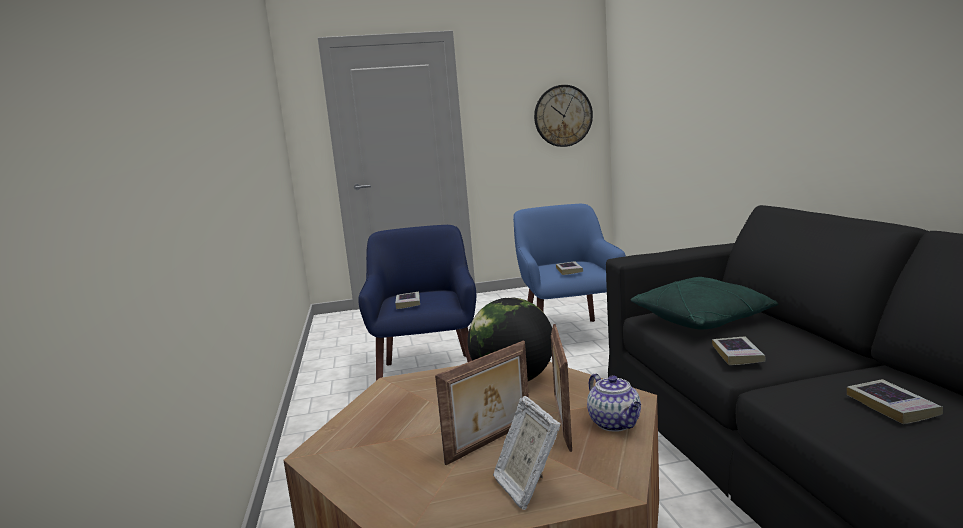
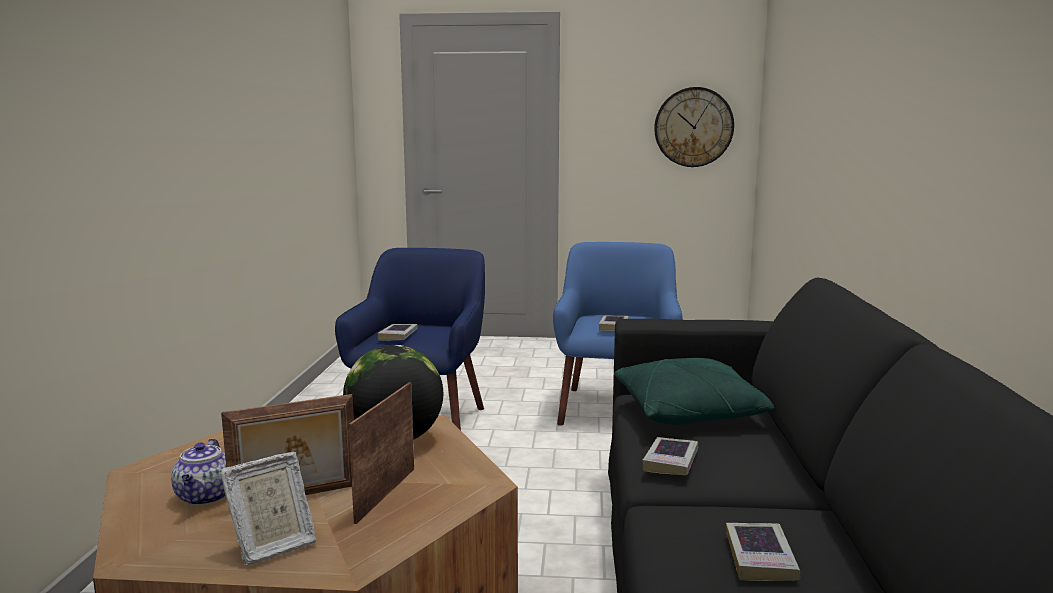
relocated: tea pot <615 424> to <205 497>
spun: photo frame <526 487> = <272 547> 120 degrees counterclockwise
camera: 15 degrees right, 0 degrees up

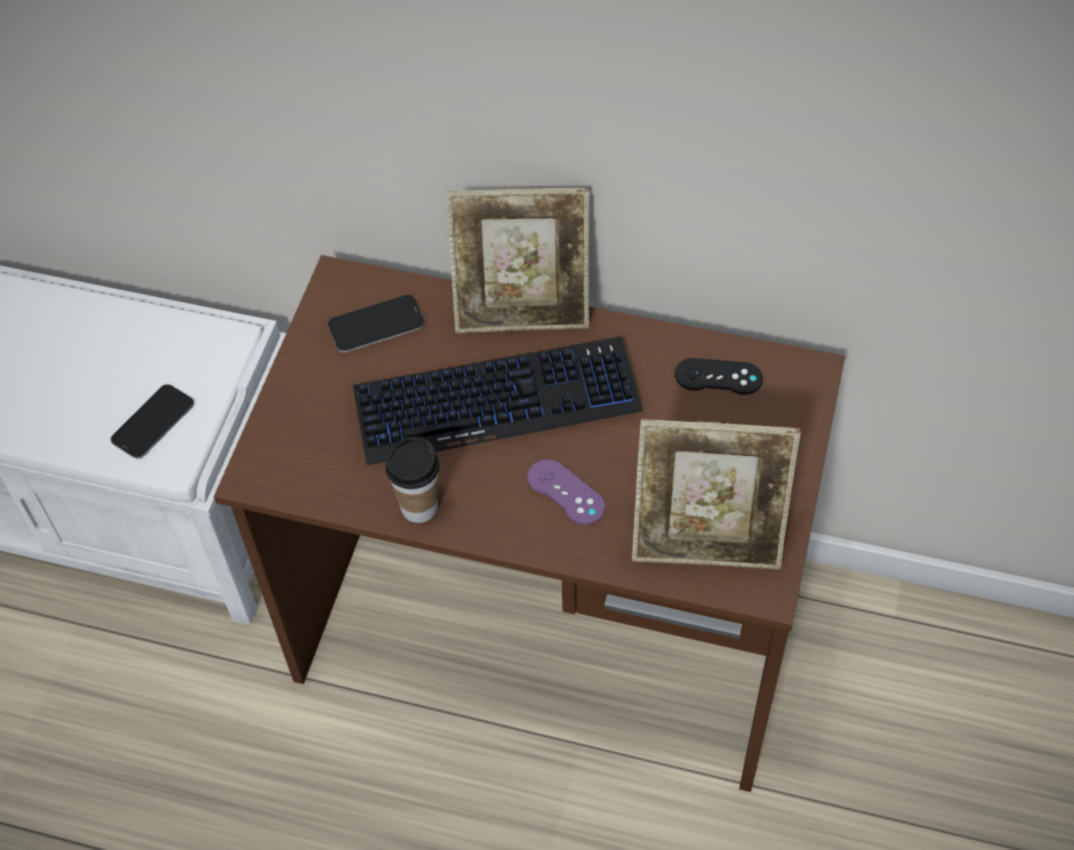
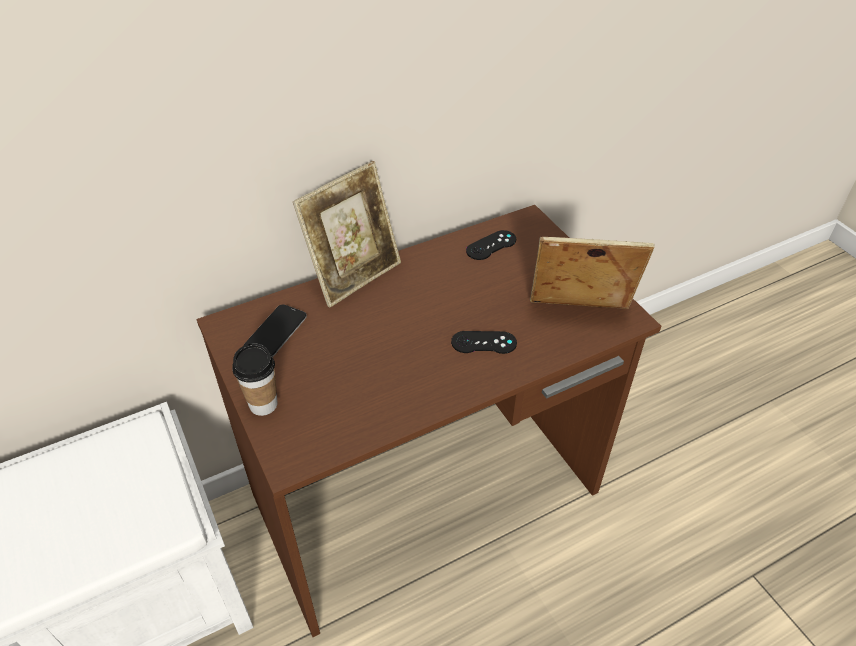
missing: phone <153 422>; PC keyboard <497 401>
relocated: small cup <419 507> to <263 404>
colour: game controller (purplish) <566 492> to game controller (black) <483 342>
spun: photo frame <707 540> = <578 316> 135 degrees counterclockwise
camera: 45 degrees left, 10 degrees down

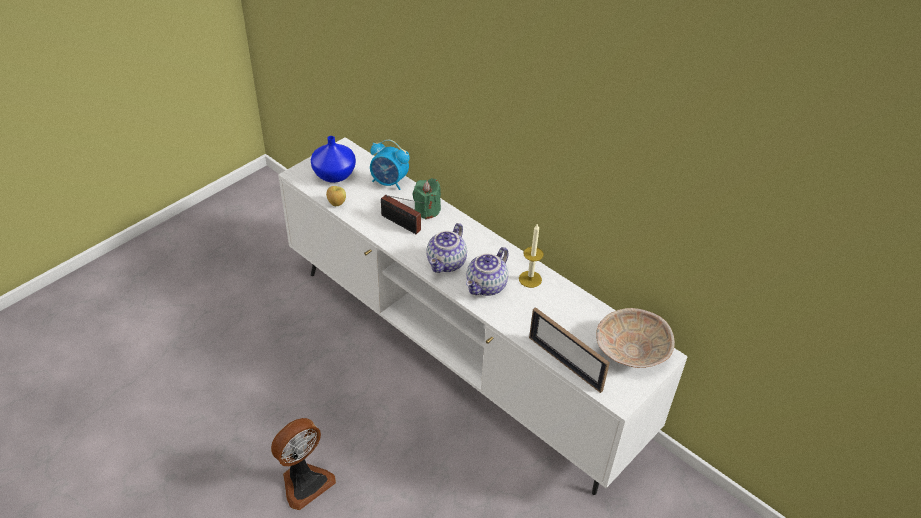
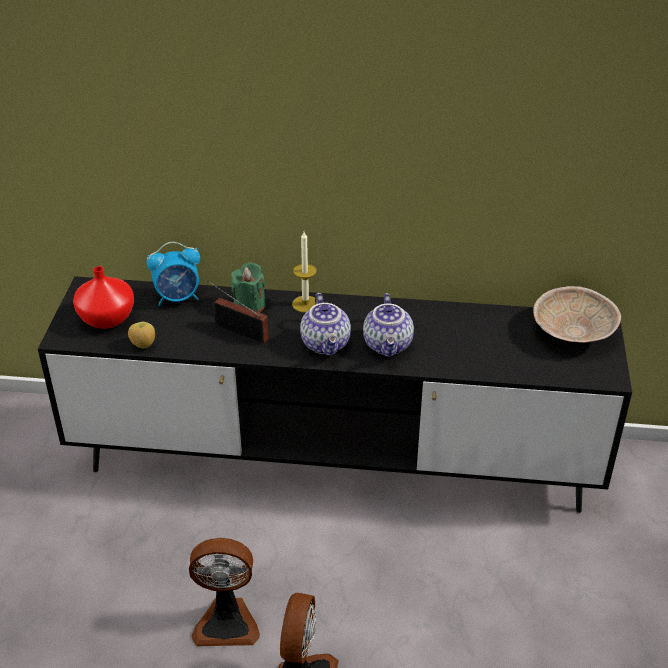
missing: photo frame <565 363>
appeared: cooling fan <227 622>
relocated: wax light <530 279> to <305 304>
colour: tv unit (white) <457 354> to tv unit (black) <334 462>; flower vase (bluish) <335 175> to flower vase (reddish) <108 318>
spun: radio receiver <402 224> = <239 330> 150 degrees counterclockwise
camera: 35 degrees left, 5 degrees down

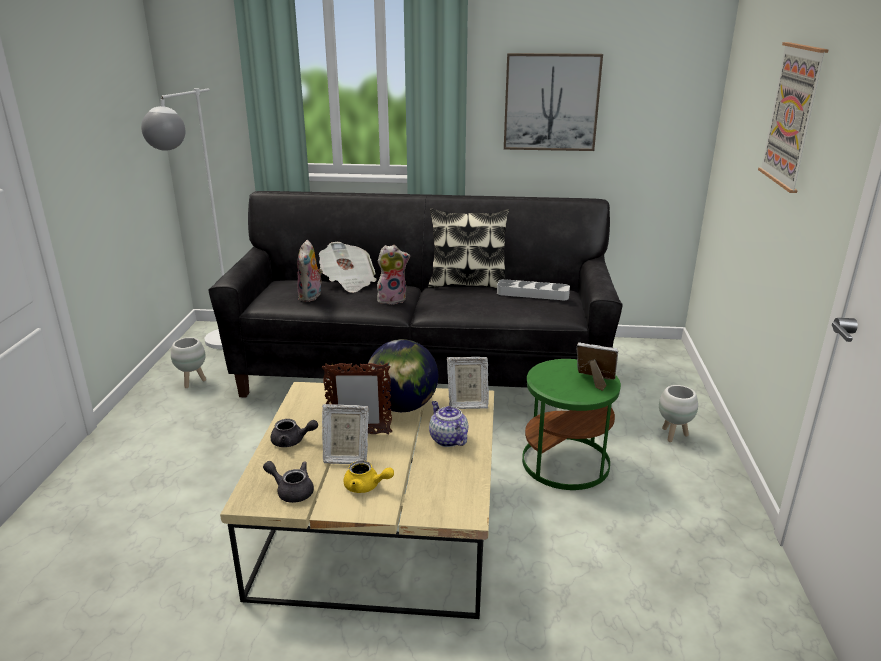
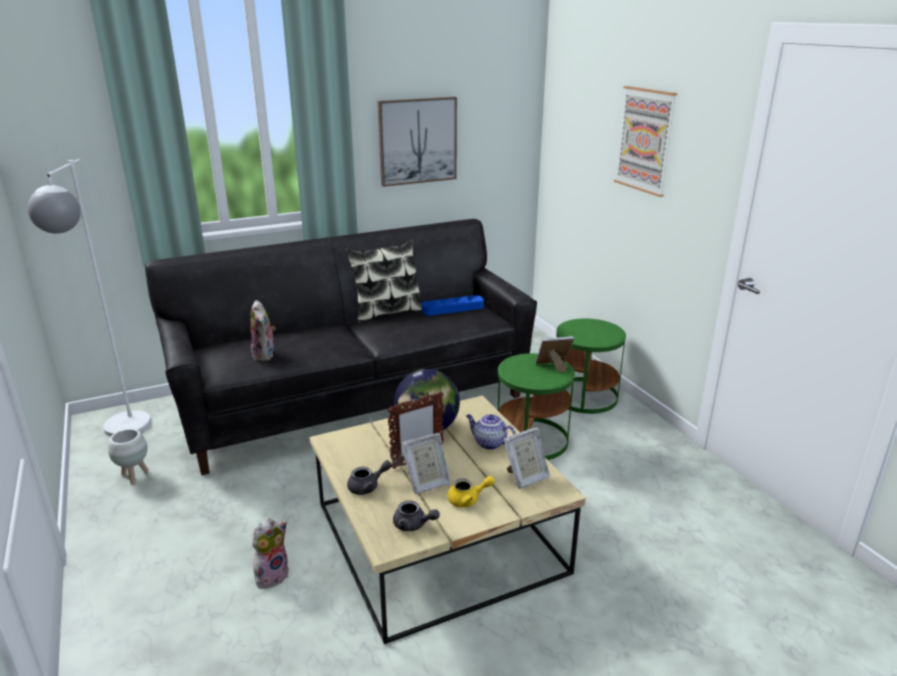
missing: daily paper <348 281>
relocated: plush toy <392 299> to <272 575>; photo frame <467 403> to <525 477>
exchanged: flower pot (white) <672 435> to side table (green-coloured) <584 396>
colour: tray (gray) <532 294> to tray (bluish) <452 309>
spun: tea pot (gray) <291 491> = <413 525> 150 degrees counterclockwise
camera: 30 degrees left, 0 degrees up

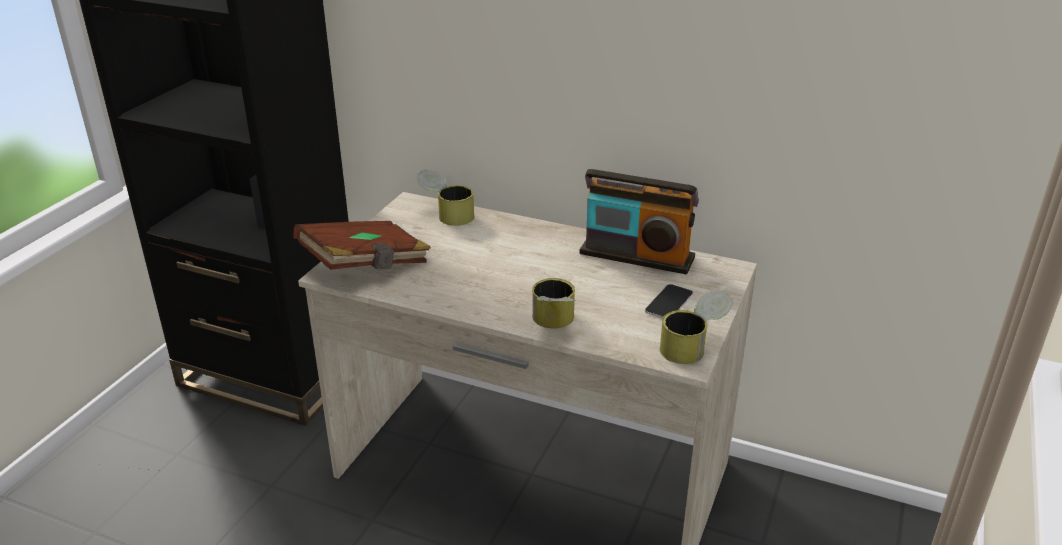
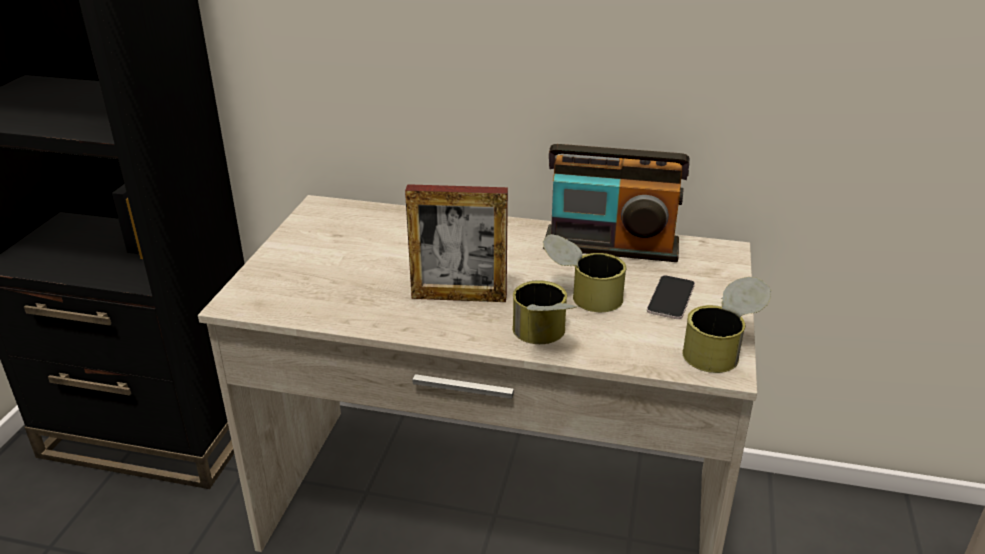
missing: bound book (brown) <366 265>
appeared: photo frame <459 296>
relocated: metal can <447 214> to <582 296>
camera: 10 degrees left, 0 degrees up

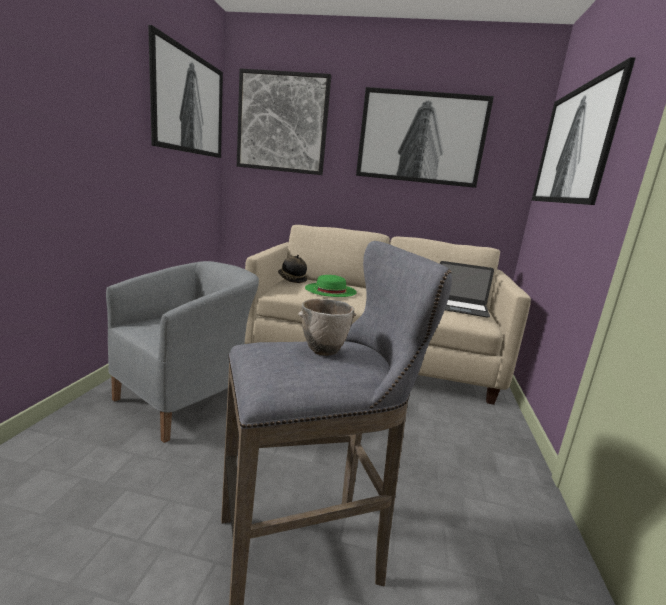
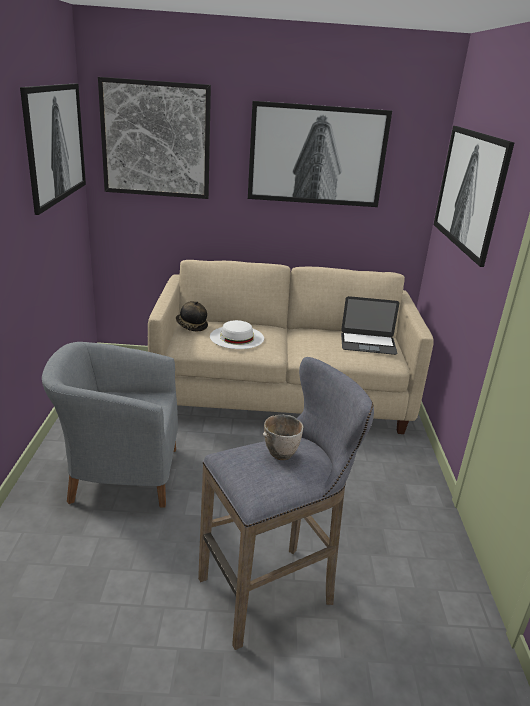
colour: hat (green-coloured) <330 290> to hat (white) <237 337>
spun: armchair (gray) <188 399> = <119 474> 120 degrees counterclockwise
camera: 10 degrees left, 10 degrees up

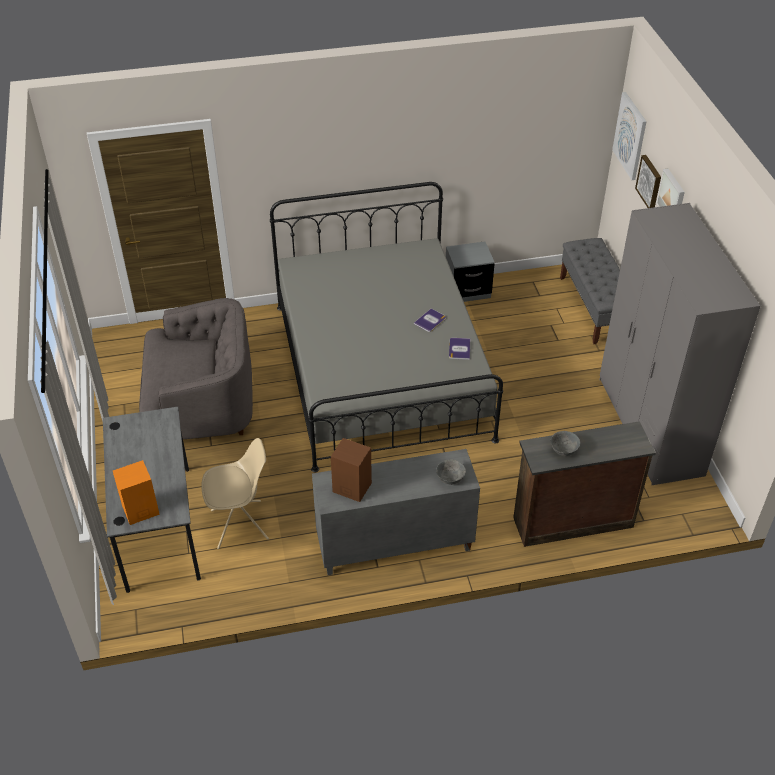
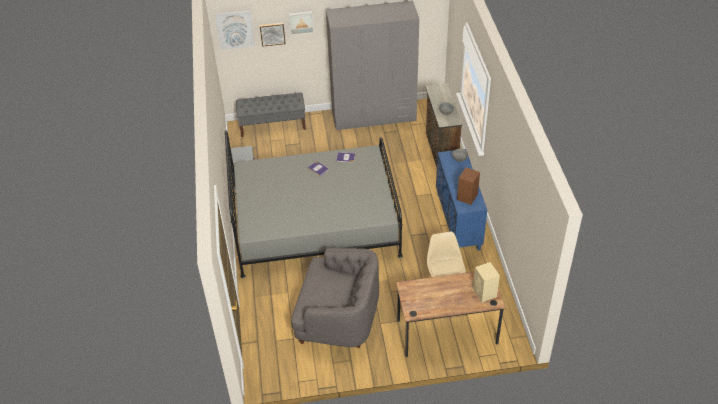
colour: desk table (gray) <159 527> to desk table (brown) <447 332>; audio speaker (orange-coloured) <139 510> to audio speaker (sand-coloured) <485 293>; cupboard (gray) <394 546> to cupboard (bluish) <458 221>
spun: armchair (gray) <201 404> = <338 317> 105 degrees clockwise
camera: 85 degrees left, 0 degrees up

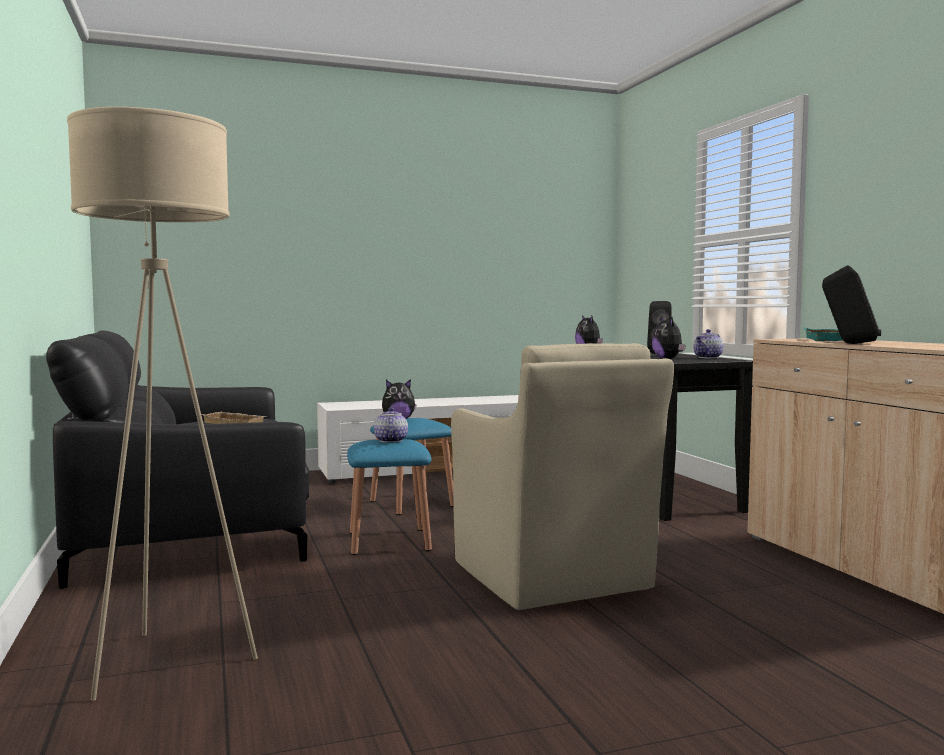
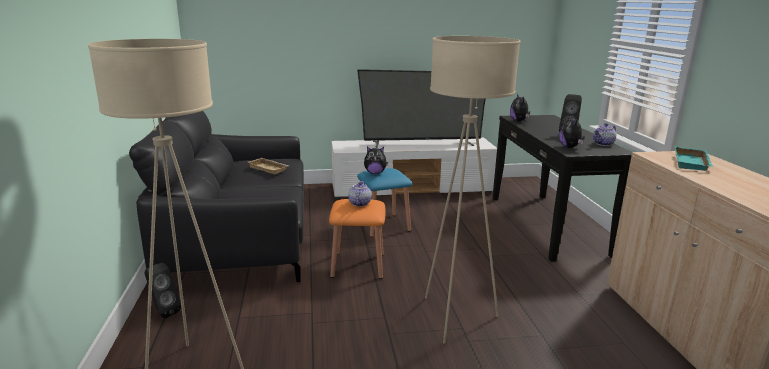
appeared: television <422 143>
relocated: audio speaker (black) <849 343> to <163 312>
exchanged: armchair (sand-coloured) <552 577> to standard lamp (sand-coloured) <454 317>
colour: sitting stool (bluish) <389 541> to sitting stool (orange-coloured) <358 265>
camera: 10 degrees right, 15 degrees up

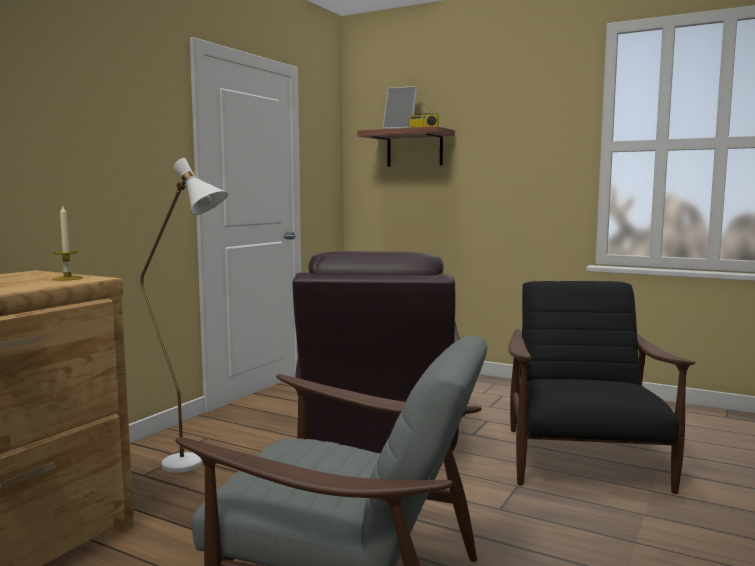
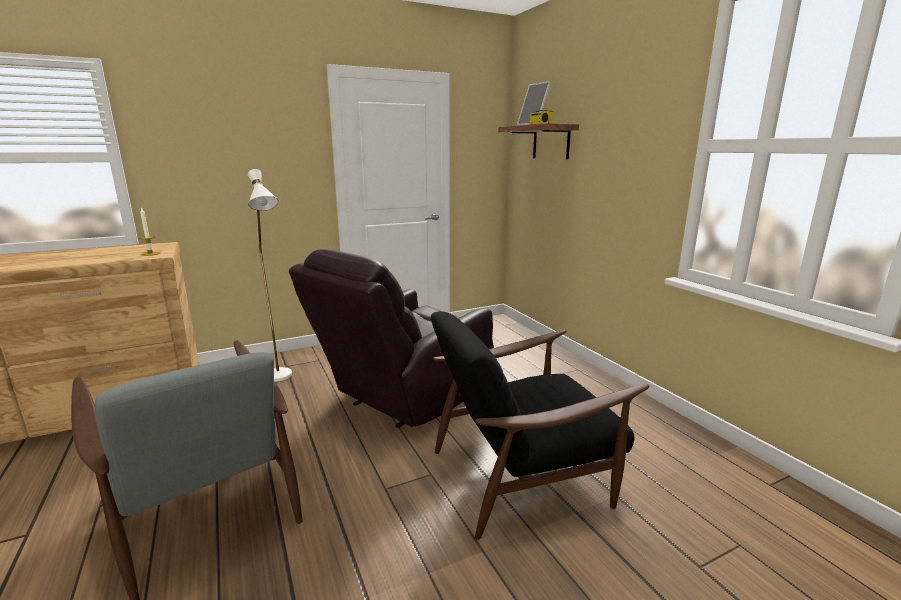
spun: armchair (black) <584 461> = <523 474> 150 degrees counterclockwise
camera: 35 degrees right, 10 degrees up

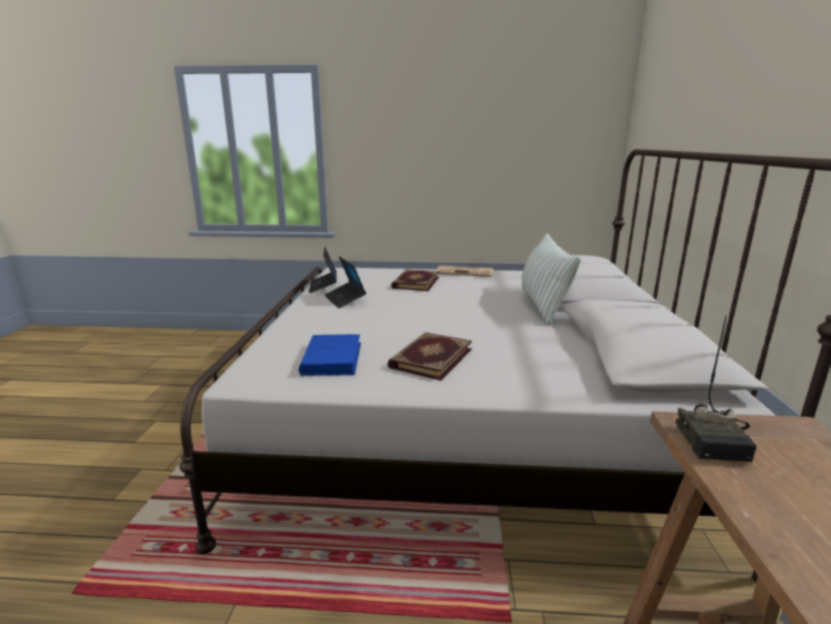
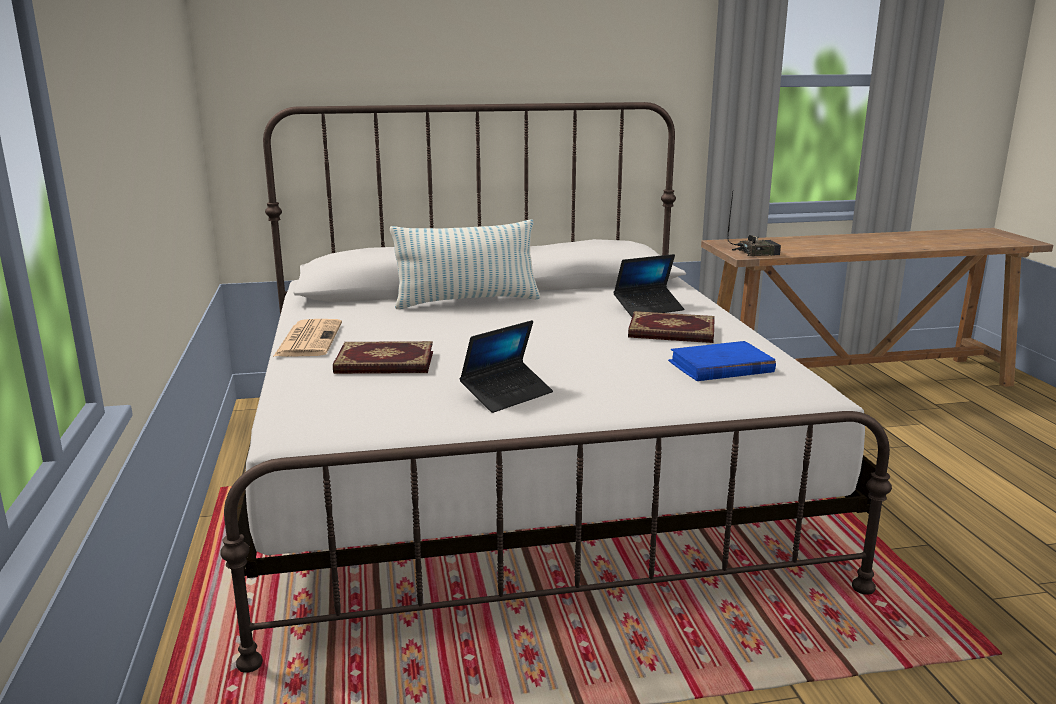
relocated: portable computer <323 286> to <648 308>
camera: 105 degrees left, 0 degrees up

